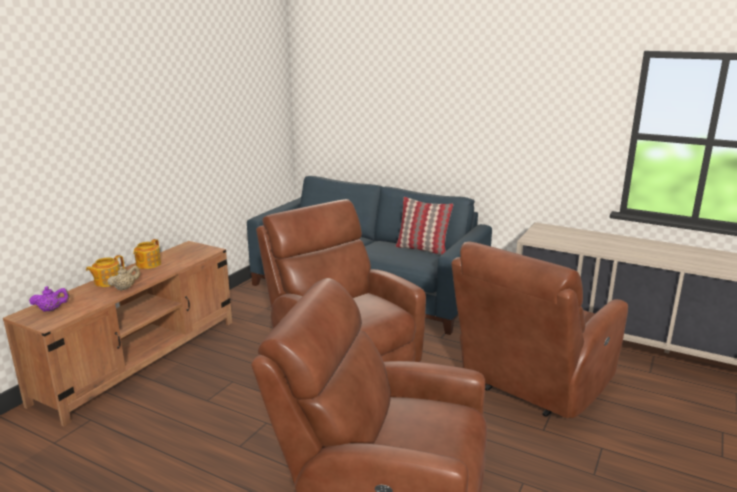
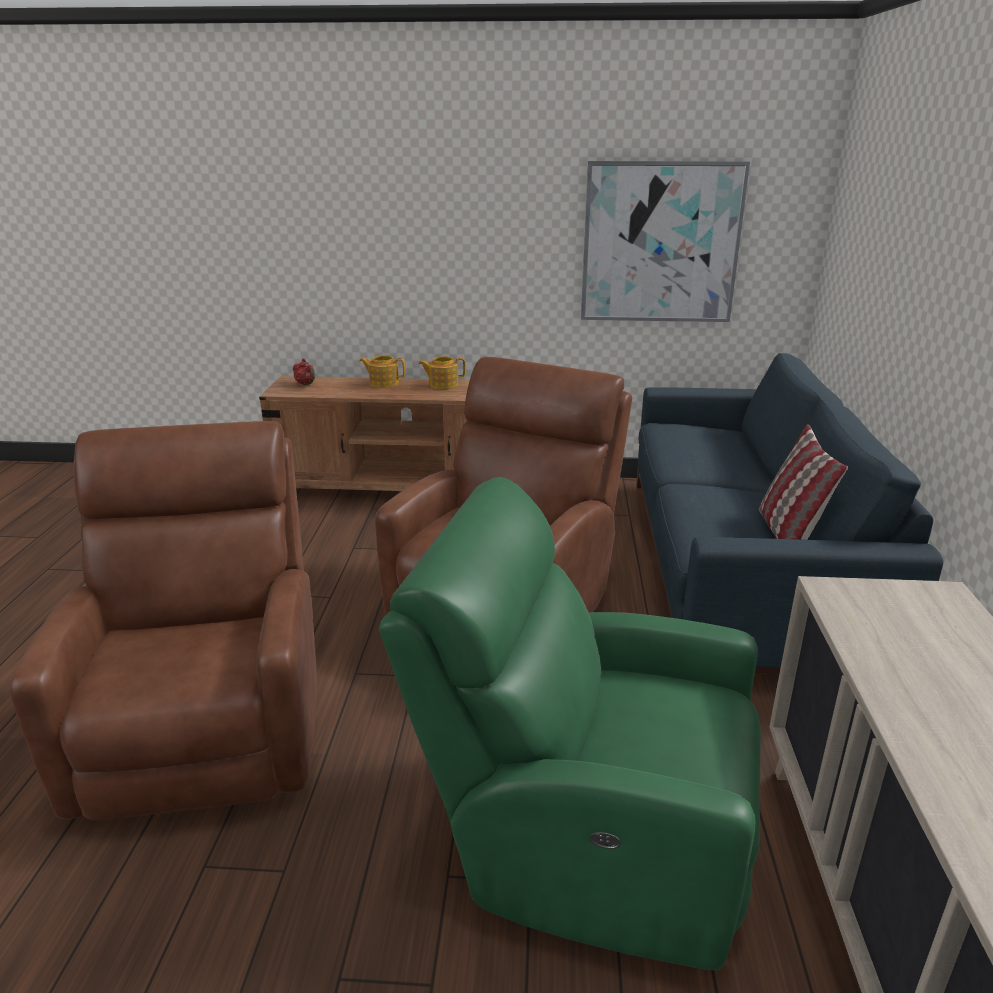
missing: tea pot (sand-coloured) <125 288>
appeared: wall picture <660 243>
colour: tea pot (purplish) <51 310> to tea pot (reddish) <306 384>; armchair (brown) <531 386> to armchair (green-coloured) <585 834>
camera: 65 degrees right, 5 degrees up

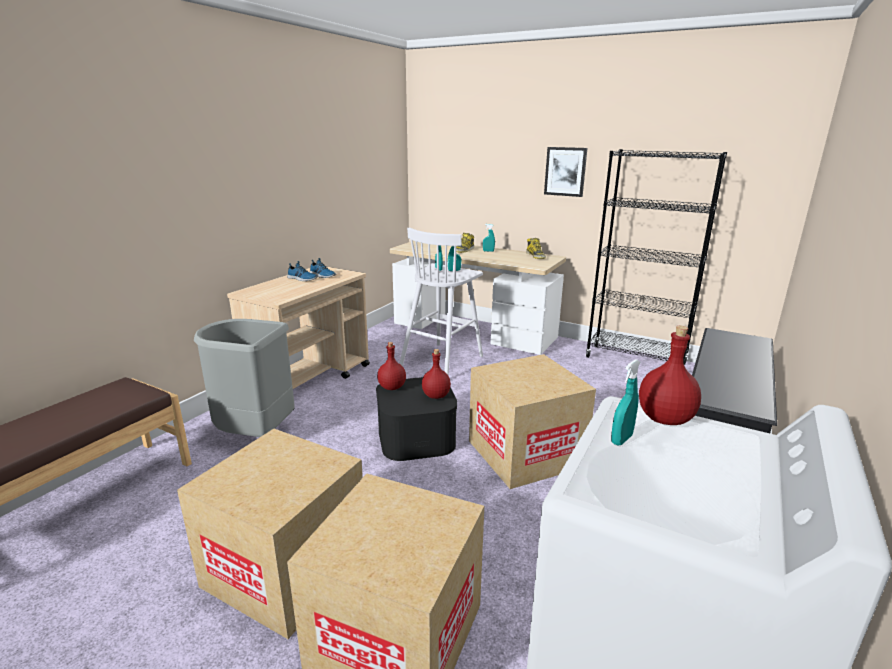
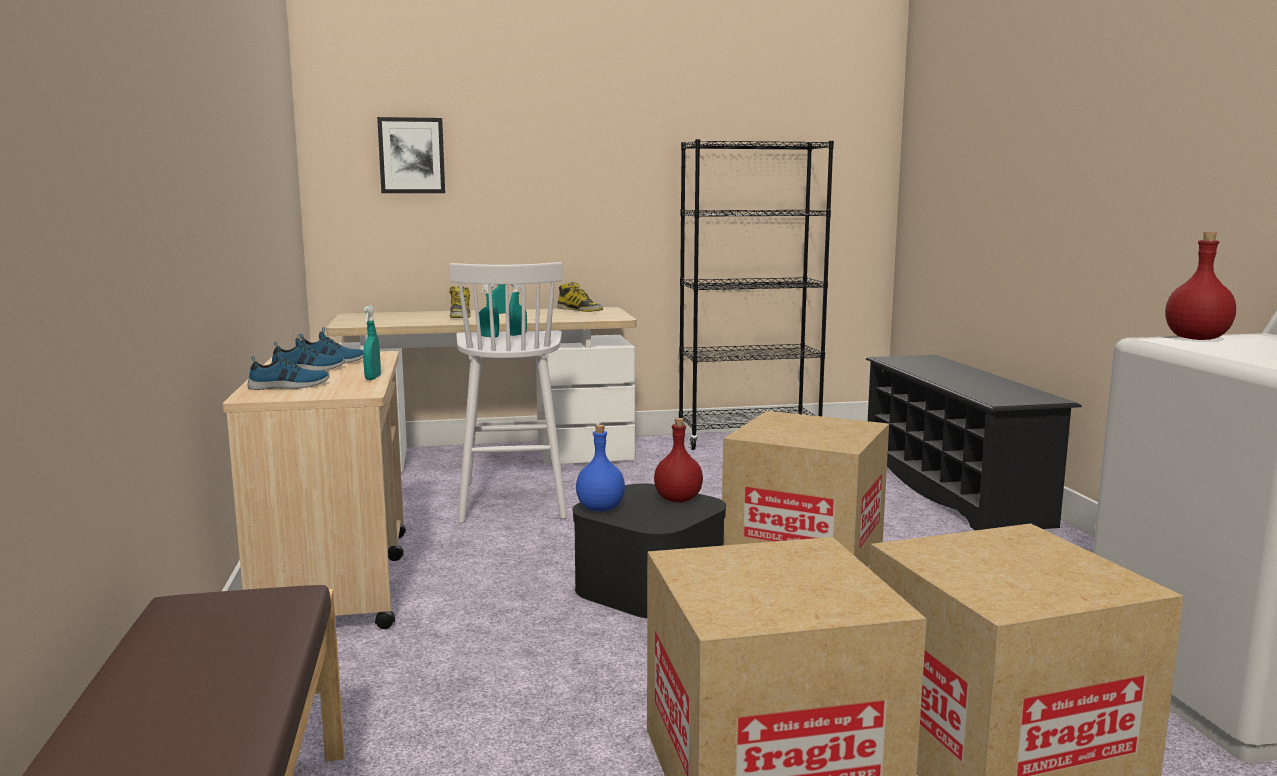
missing: waste bin (gray) <255 434>
appeared: shoe <289 386>
relocated: wall picture <565 171> to <411 155>; spray bottle (turquoise) <621 439> to <373 378>
colour: drink bottle (reddish) <391 387> to drink bottle (bluish) <600 509>
camera: 40 degrees left, 10 degrees down

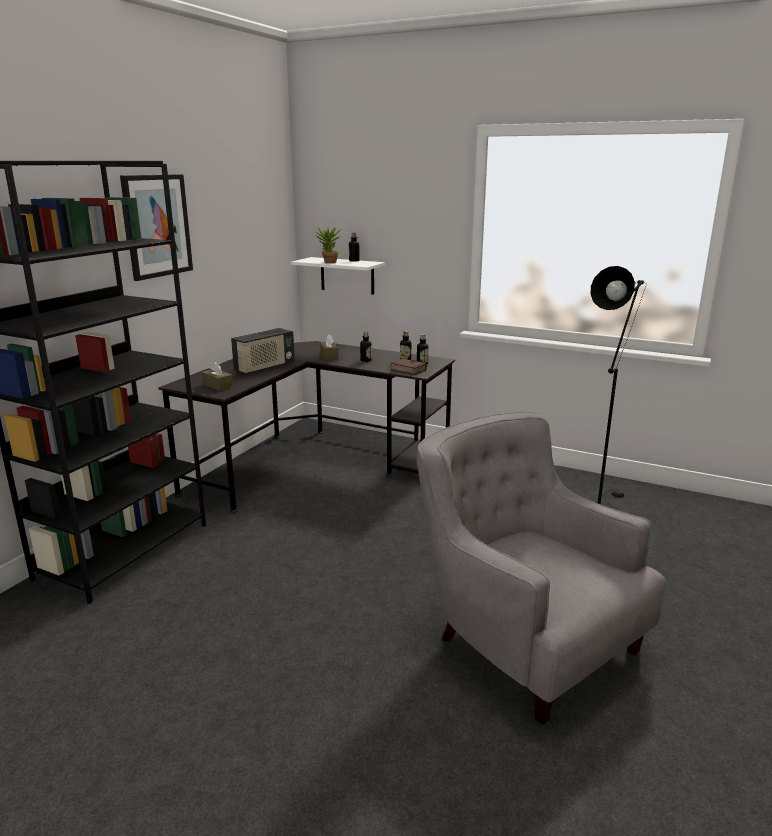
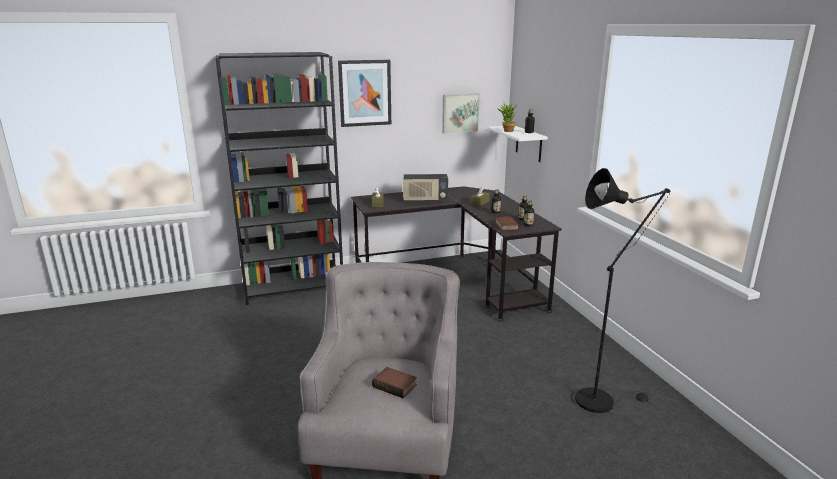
appeared: bound book <395 385>; wall picture <460 113>
camera: 45 degrees right, 0 degrees up

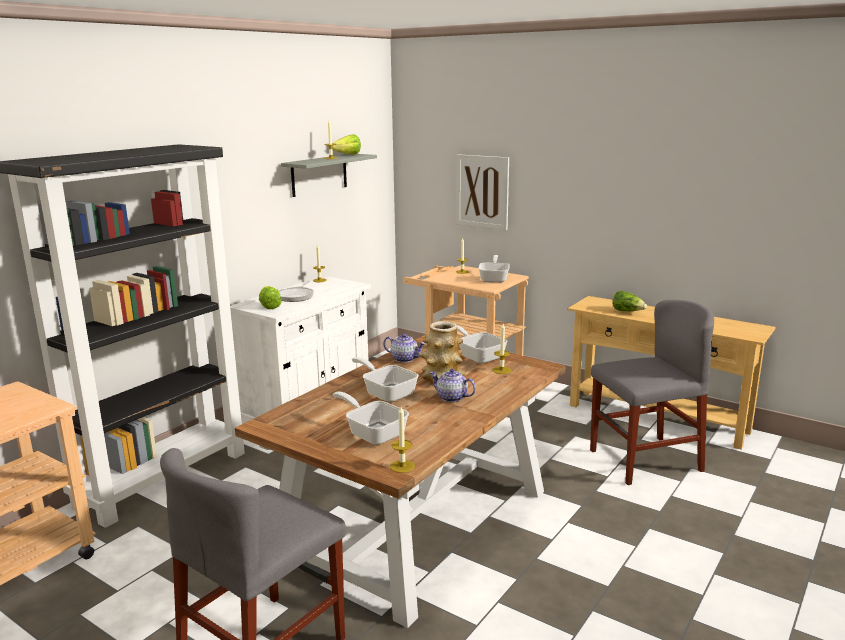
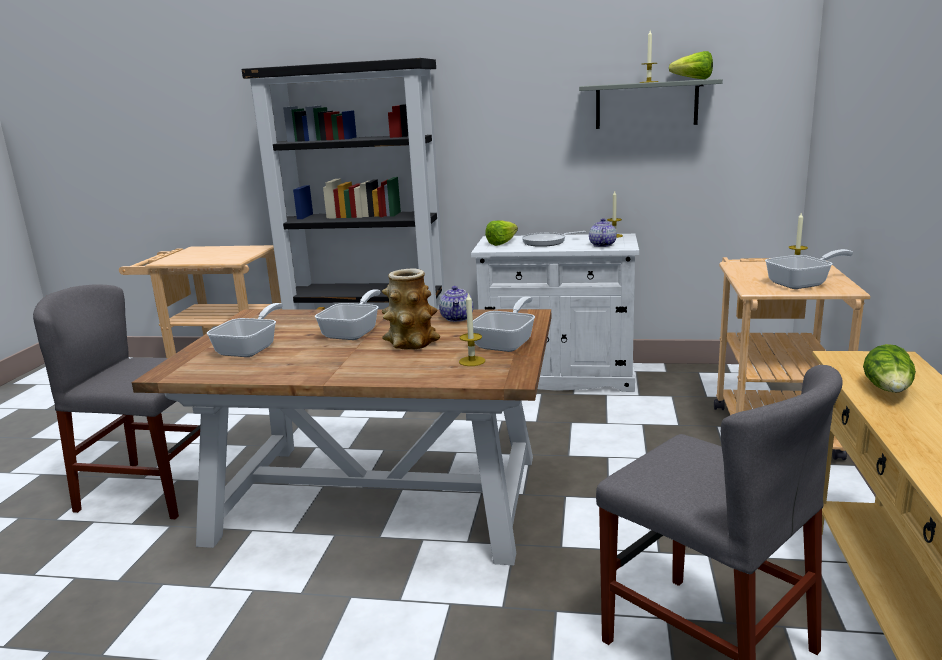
missing: wax light <402 466>; wall picture <482 192>
relocated: tea pot <451 398> to <602 245>
camera: 65 degrees right, 0 degrees up

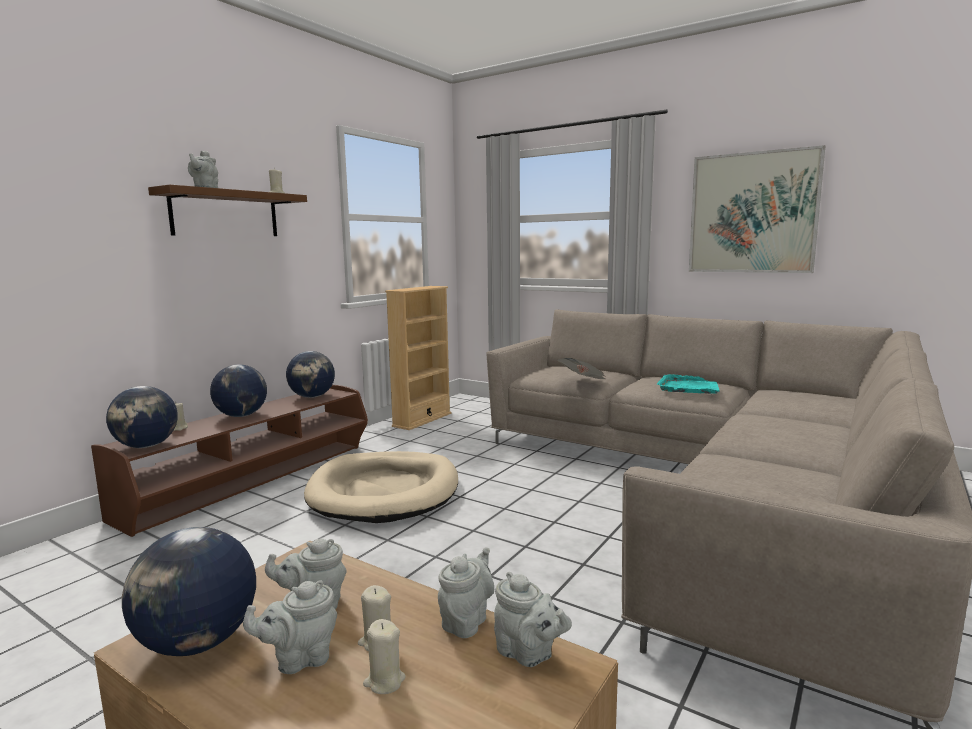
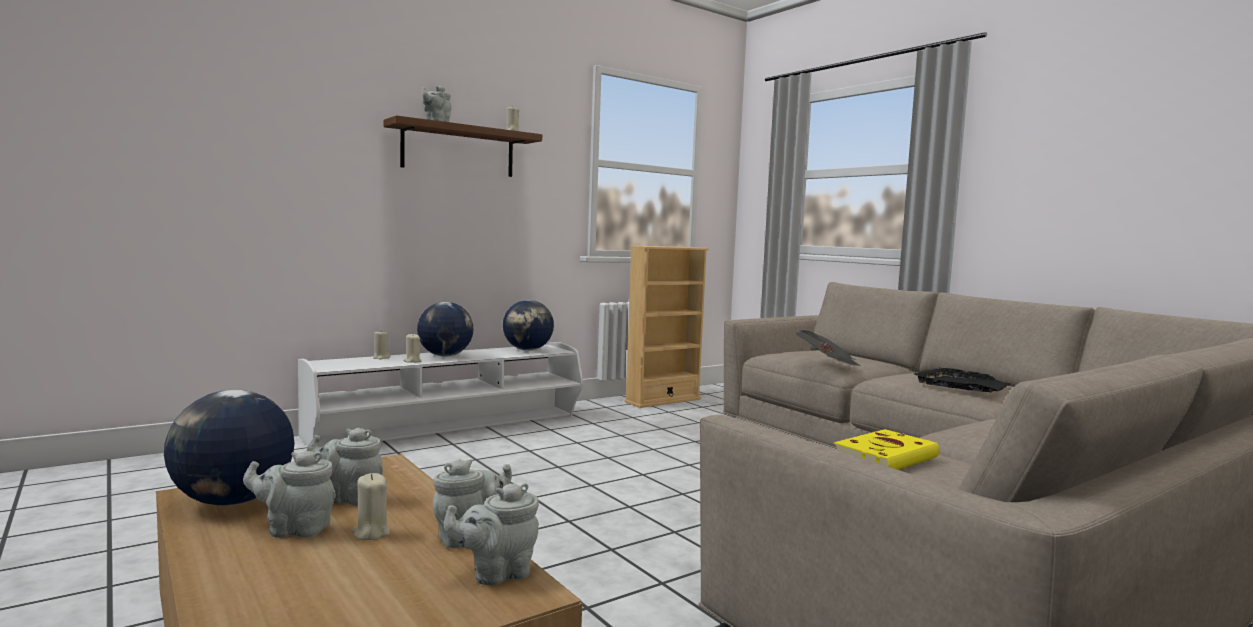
missing: world globe <147 446>; dog cushion (sand-coloured) <384 491>; wall picture <752 213>
appeared: bound book (yellow-coloured) <886 458>
relocated: wax light (sand-coloured) <384 681> to <412 361>
colour: tv unit (brown) <255 481> to tv unit (white) <450 427>; tray (turquoise) <688 388> to tray (black) <963 385>
spun: tea pot (gray) <528 654> = <496 573> 90 degrees clockwise
camera: 20 degrees right, 5 degrees down

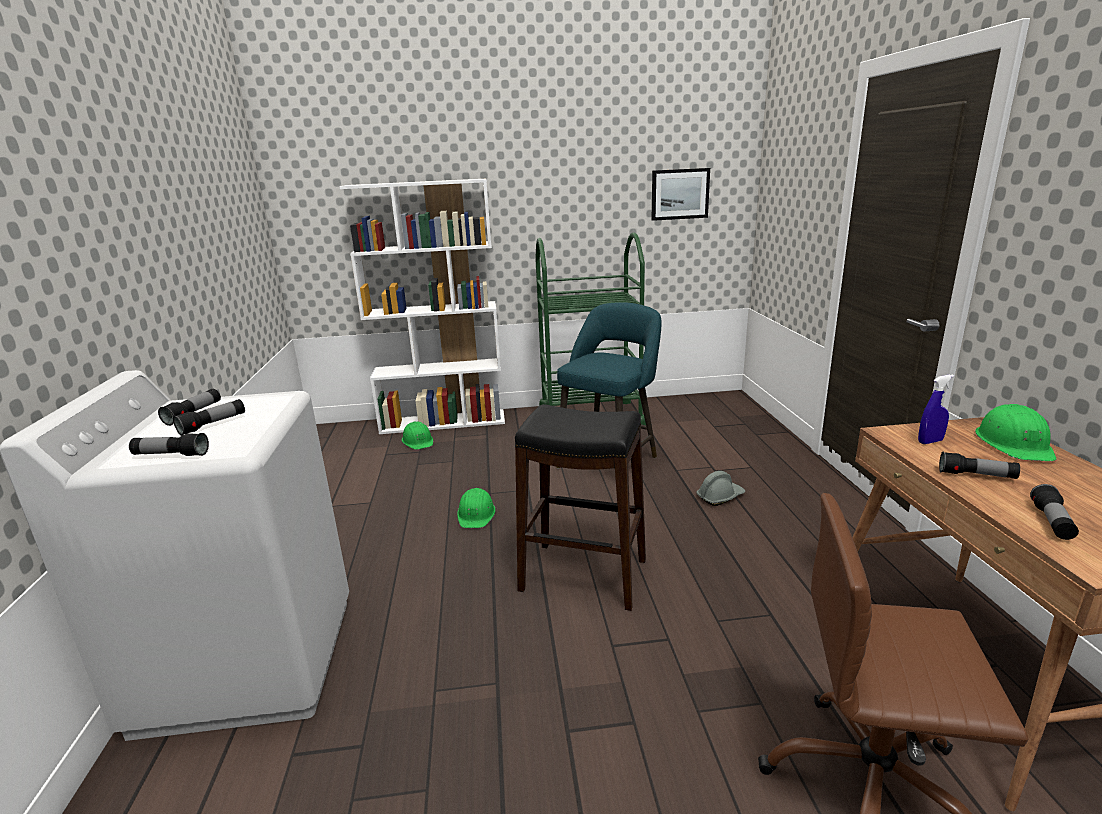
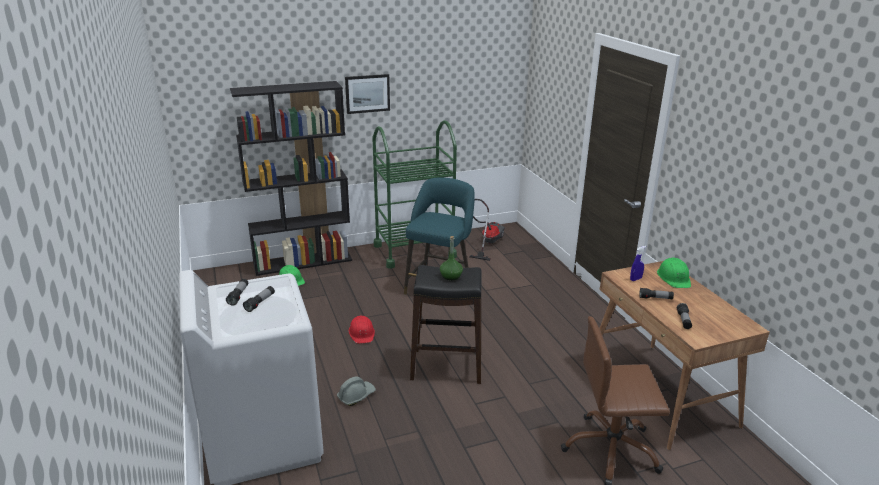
missing: flashlight <171 455>
appeared: drink bottle (green-coloured) <451 276>; hoover <487 243>
relocated: wall picture <679 194> to <367 93>; safety helmet (gray) <720 497> to <356 396>
colour: bookcase (white) <444 422> to bookcase (black) <303 261>; safety helmet (green-coloured) <476 514> to safety helmet (reddish) <362 333>
camera: 15 degrees left, 5 degrees up

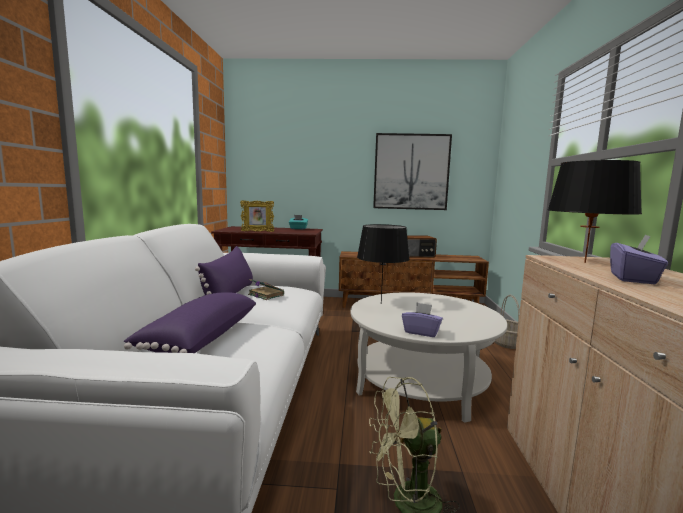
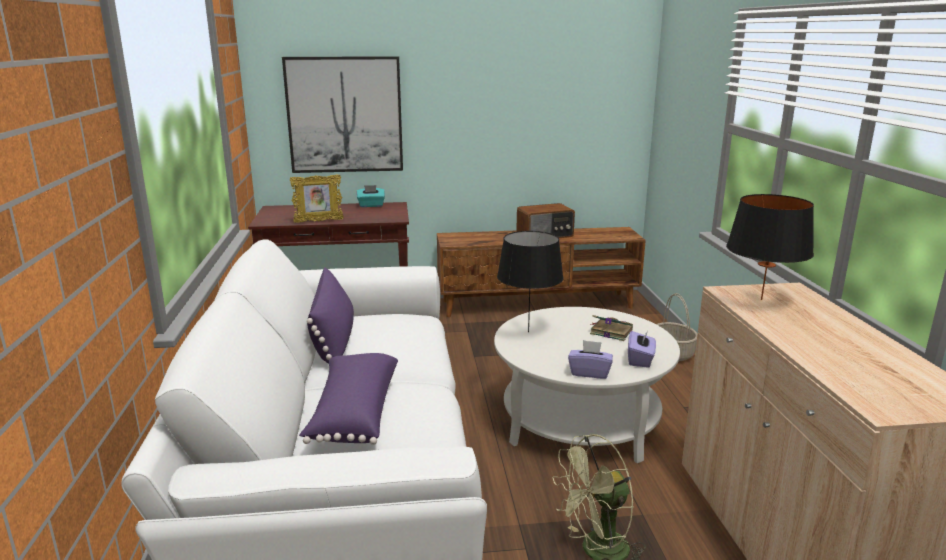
relocated: bound book <265 295> to <610 332>; wall picture <411 172> to <345 115>; tissue holder (purplish) <633 279> to <640 360>
camera: 10 degrees left, 10 degrees up

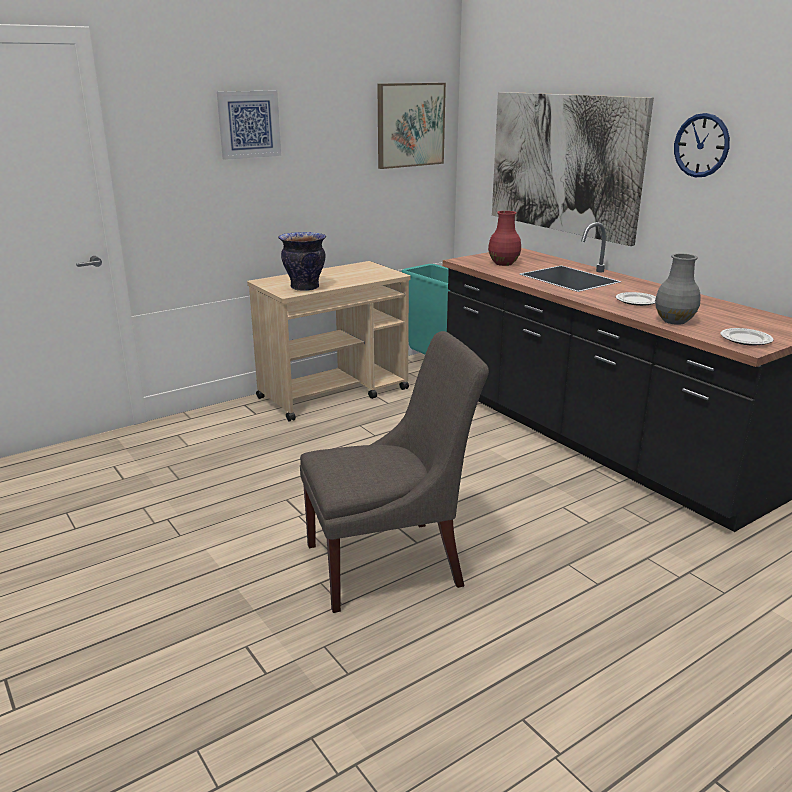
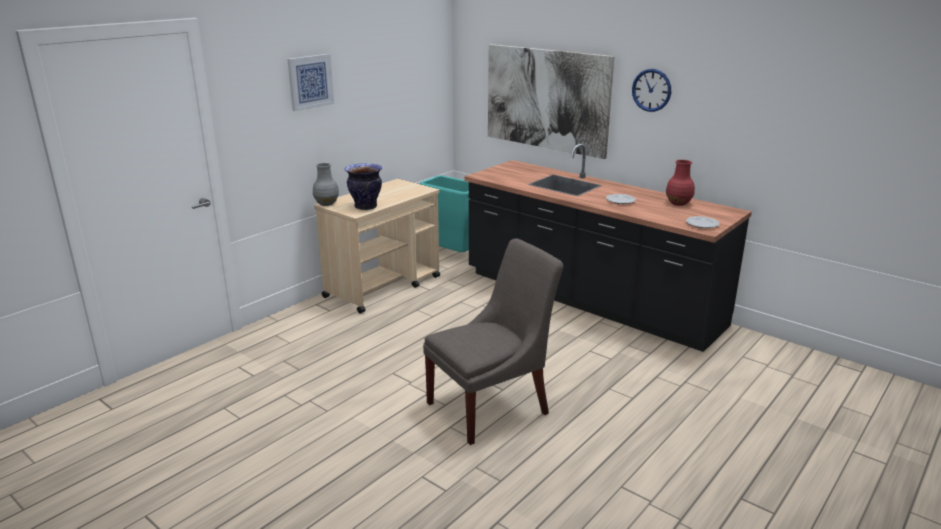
missing: wall picture <410 125>
relocated: flower vase (reddish) <503 263> to <678 203>; flower vase (gray) <675 321> to <327 203>
camera: 15 degrees left, 0 degrees up

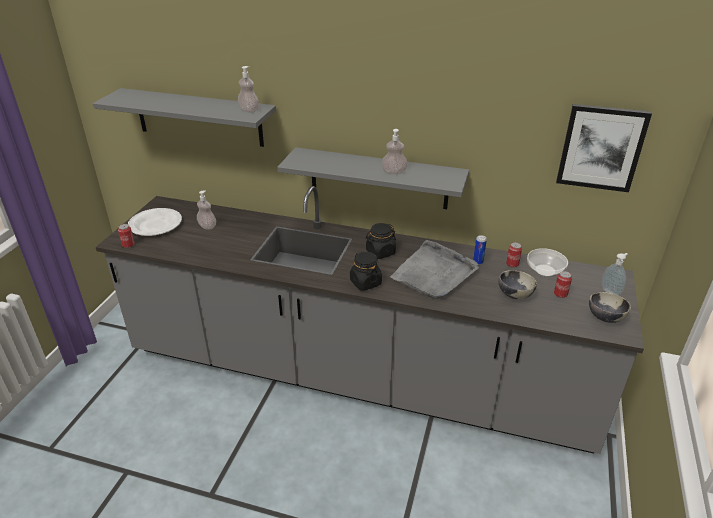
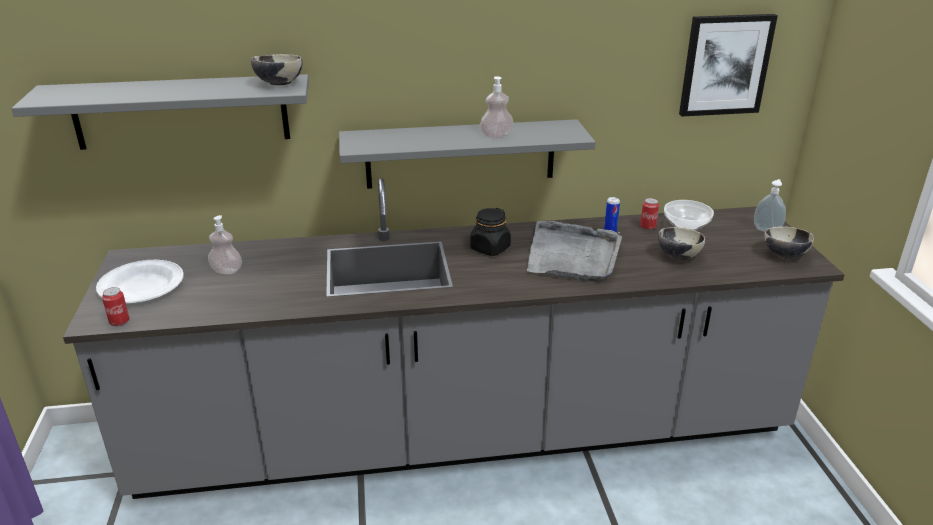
missing: jar (black) <365 282>; metal can <560 294>
exchanged: soap bottle <249 110> to serving bowl <279 84>
camera: 25 degrees left, 5 degrees down

